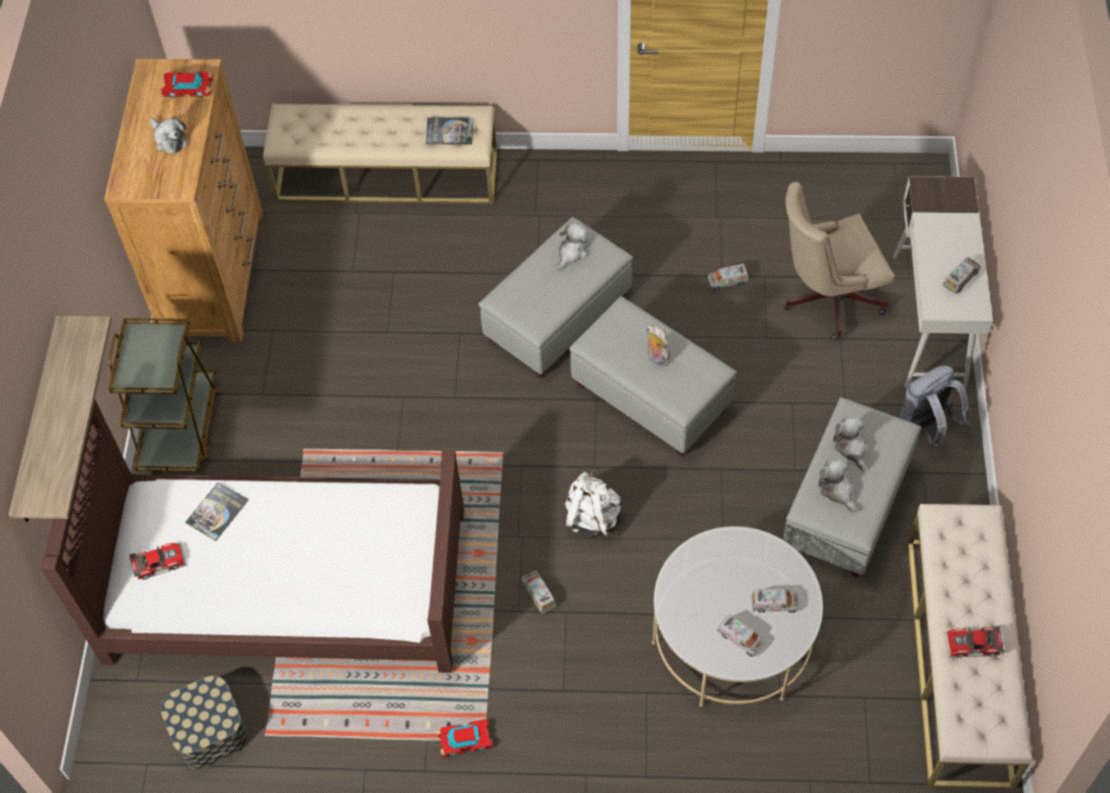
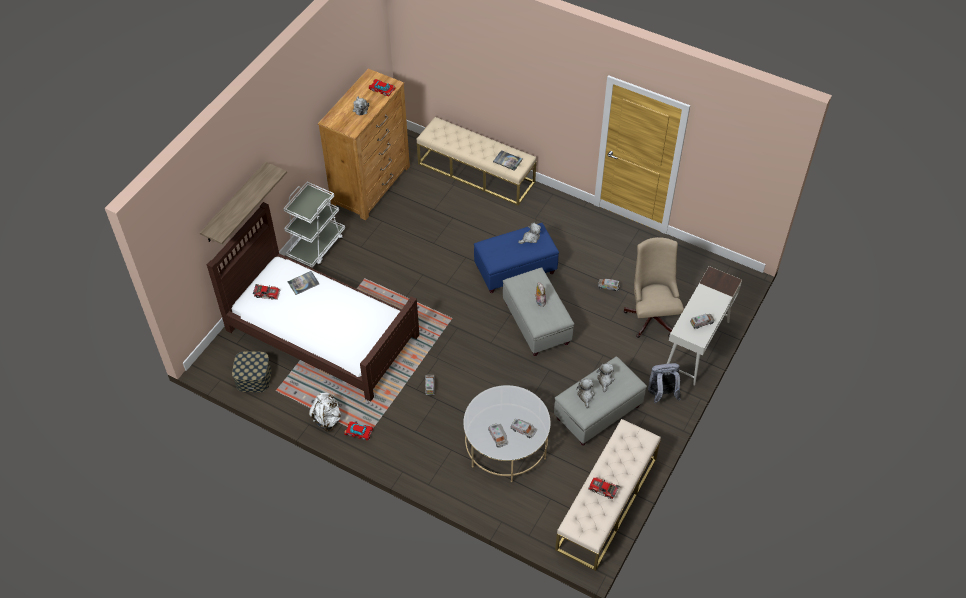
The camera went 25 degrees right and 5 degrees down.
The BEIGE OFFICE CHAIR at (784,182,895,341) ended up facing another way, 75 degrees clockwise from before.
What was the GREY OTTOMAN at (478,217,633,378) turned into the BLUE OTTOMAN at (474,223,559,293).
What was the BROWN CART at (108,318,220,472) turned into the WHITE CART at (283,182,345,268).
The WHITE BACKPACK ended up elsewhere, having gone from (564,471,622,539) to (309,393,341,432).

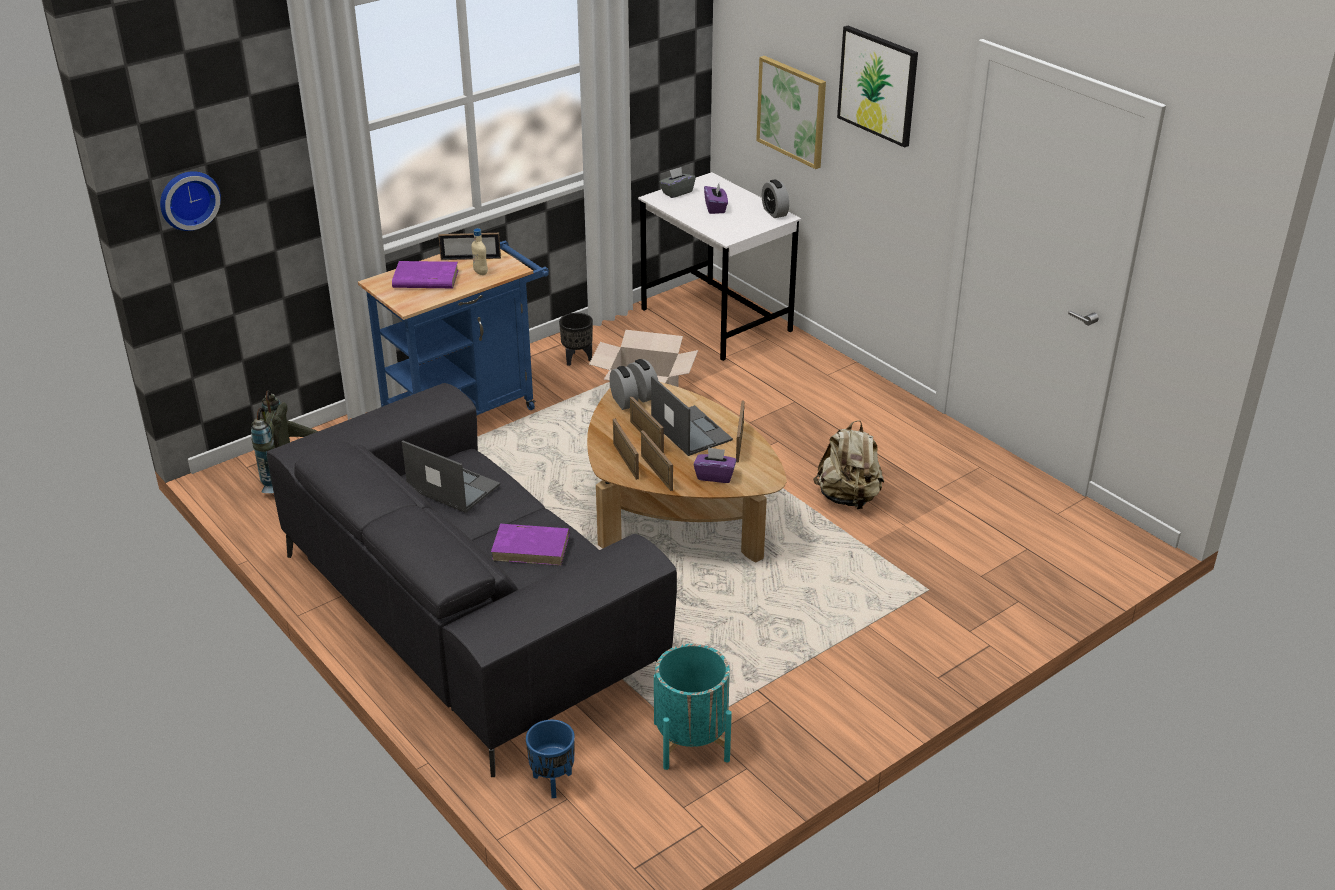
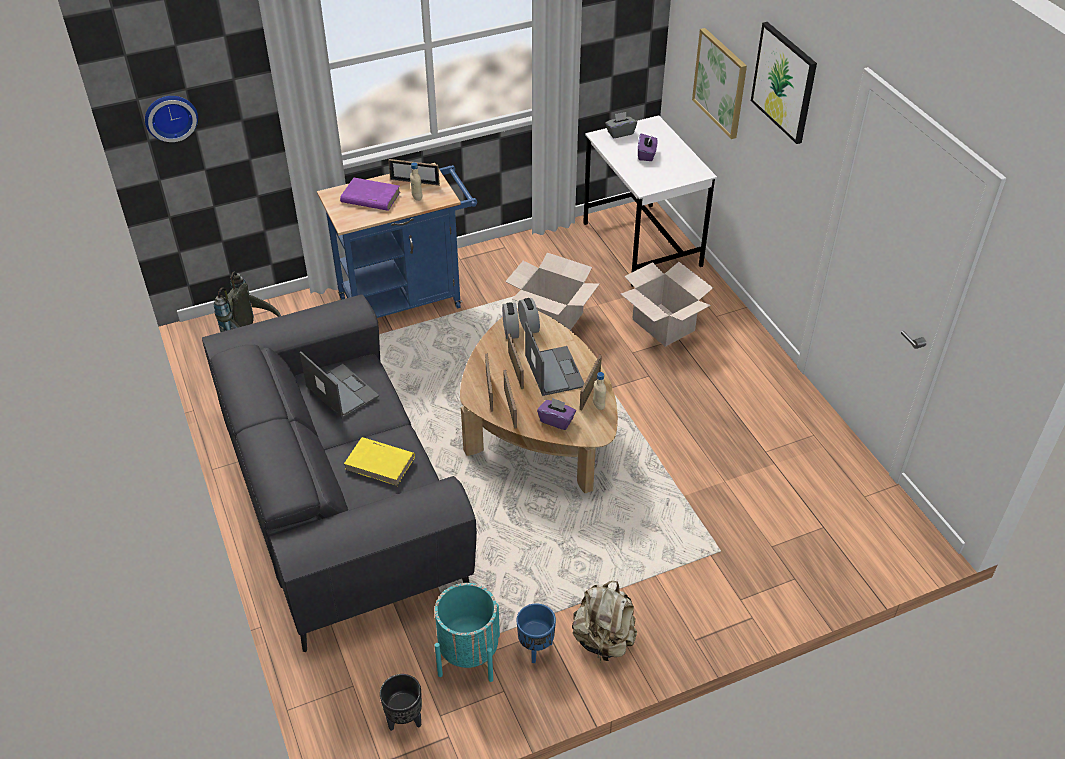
The camera went 15 degrees right and 10 degrees up.
The second view lost the ALARM CLOCK at (762,179,789,218).
The BLACK PLANTER ended up elsewhere, having gone from (559,313,593,366) to (380,674,422,731).
The BEIGE BACKPACK ended up elsewhere, having gone from (813,420,884,509) to (572,581,637,662).
What was the PURPLE BOOK at (491,524,570,566) turned into the YELLOW BOOK at (344,437,415,486).
The BLUE PLANTER ended up elsewhere, having gone from (526,720,575,798) to (517,603,556,663).
The second view gained the CARDBOARD BOX at (621,262,713,347).
The second view gained the BEIGE BOTTLE at (593,372,606,410).

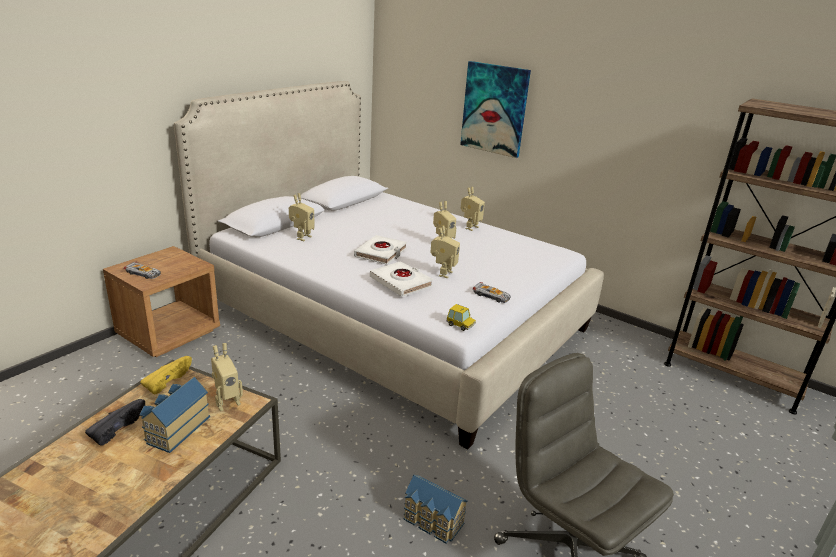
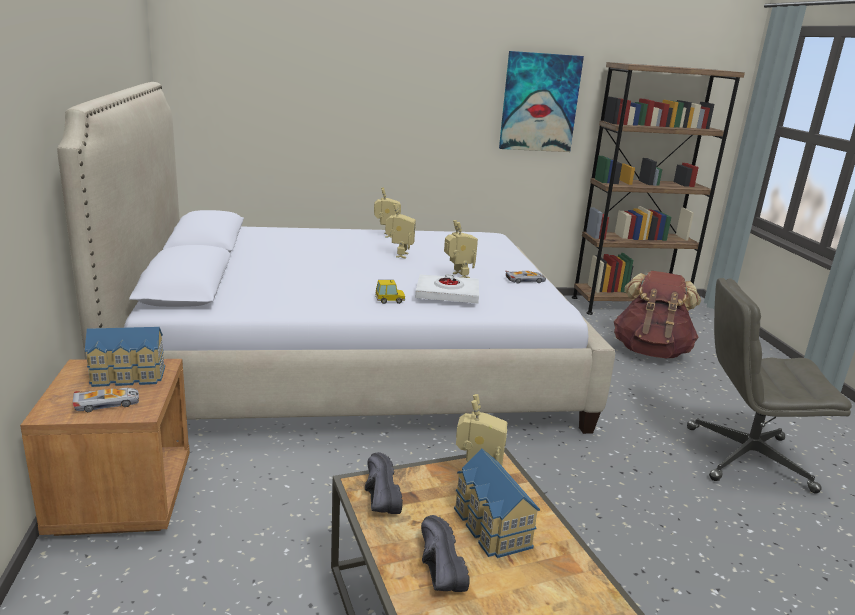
The camera went 45 degrees left and 5 degrees down.
The PICTURE ended up elsewhere, having gone from (460,61,531,158) to (499,51,584,152).
The second view lost the TOY ROBOT at (289,193,315,241).
The second view lost the WHITE BOOK at (354,235,407,265).
The TOY CAR ended up elsewhere, having gone from (446,304,476,331) to (375,280,405,304).
What was the YELLOW SHOE at (140,356,192,394) turned into the BLACK SHOE at (365,452,403,514).
The TOY HOUSE ended up elsewhere, having gone from (403,475,468,544) to (85,327,165,387).
The second view gained the BROWN BACKPACK at (614,271,701,358).

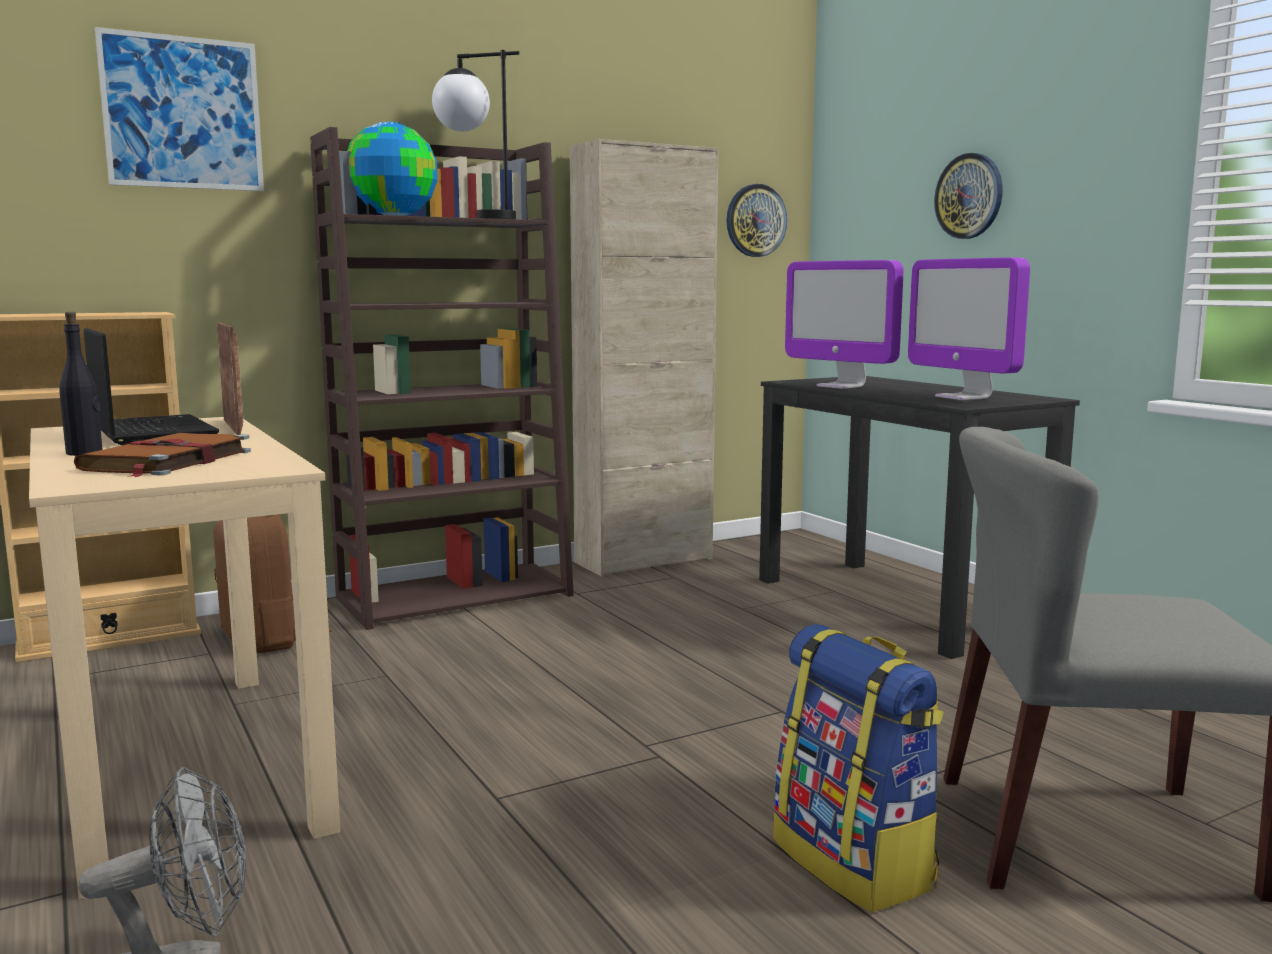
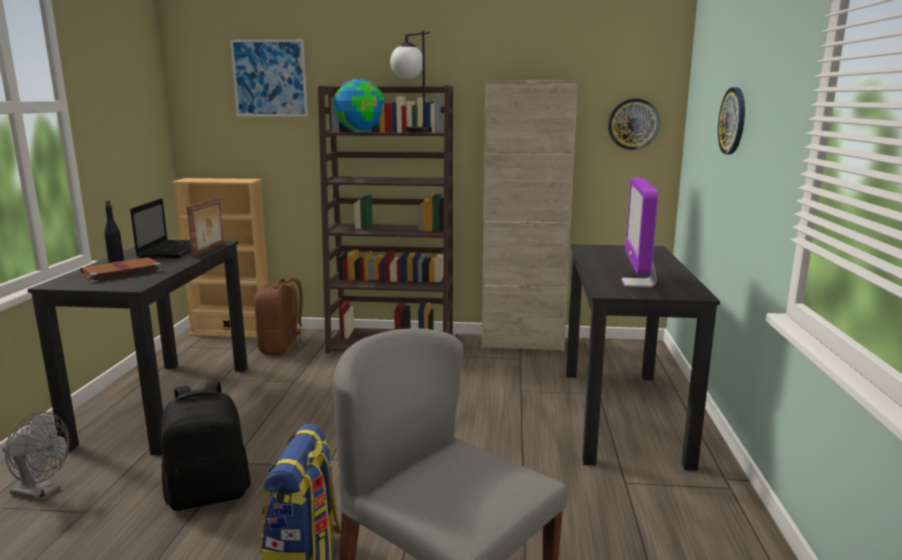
The camera went 35 degrees right and 5 degrees up.
The second view lost the MONITOR at (785,260,903,389).
What was the BEIGE DESK at (29,417,340,899) turned into the BLACK DESK at (28,241,248,455).
The second view gained the BLACK BACKPACK at (161,382,251,511).

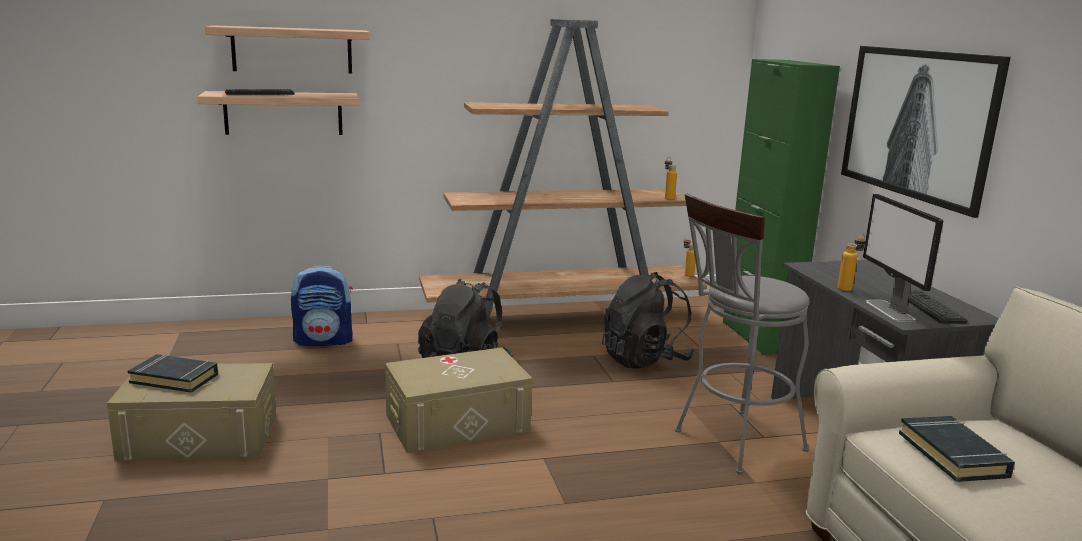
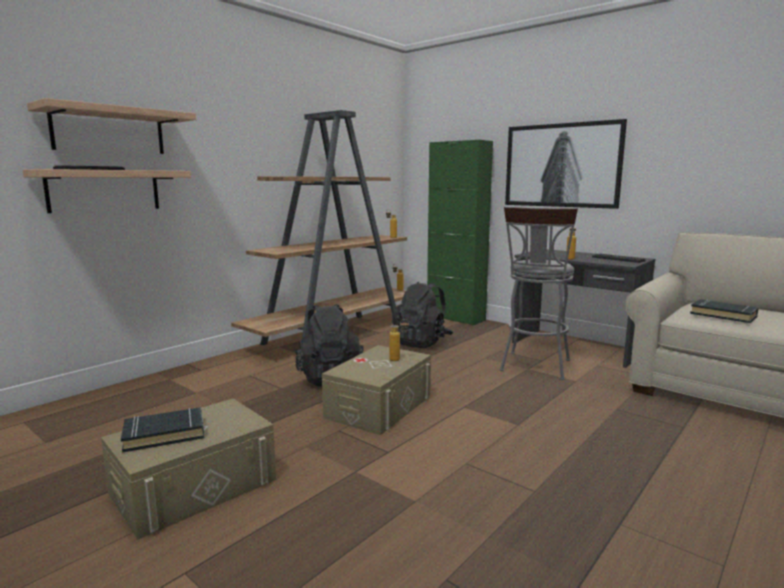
The camera went 35 degrees left and 5 degrees down.
The second view lost the MONITOR at (863,194,943,322).
The second view lost the BACKPACK at (291,266,353,346).
The second view gained the BOTTLE at (389,319,409,361).

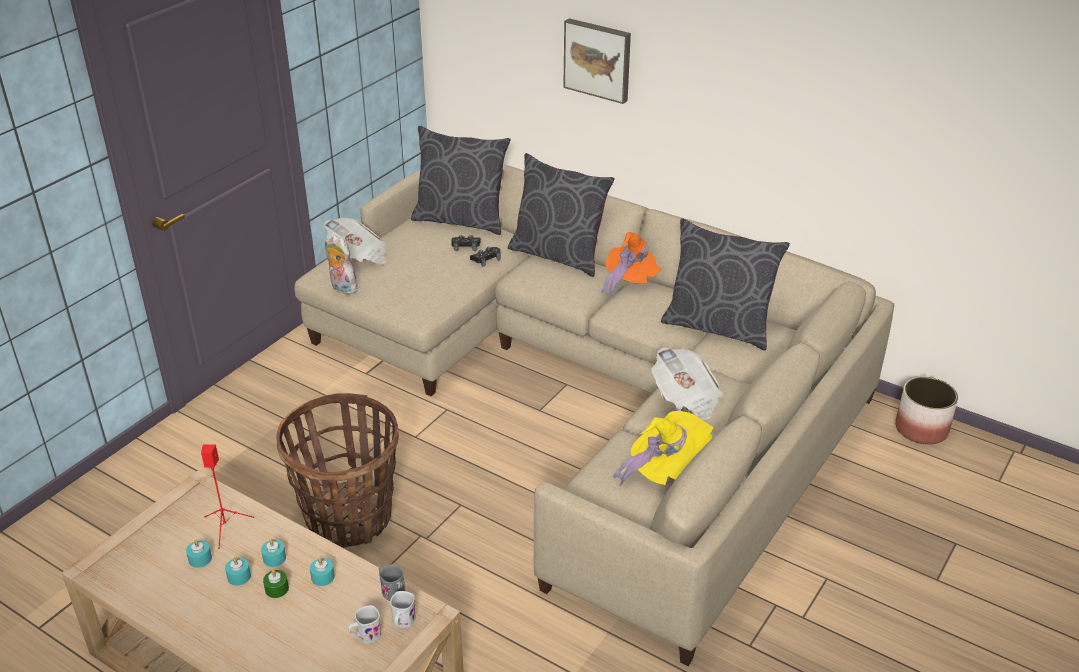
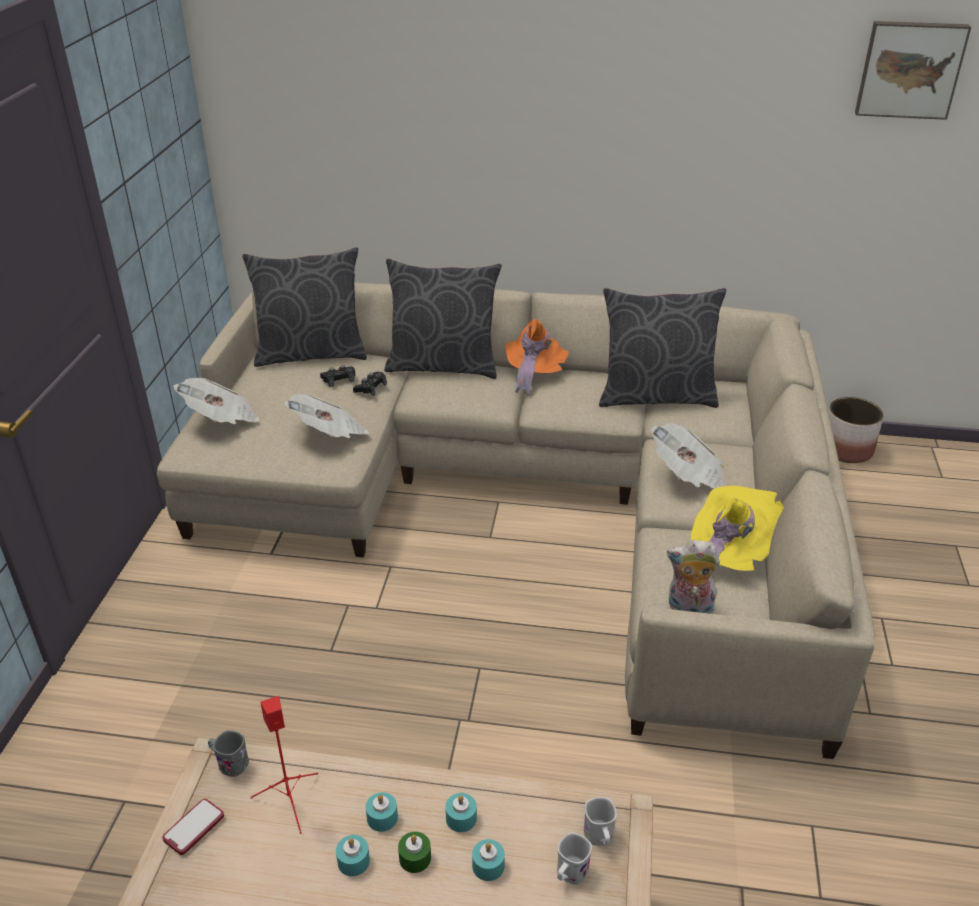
The camera went 25 degrees left and 0 degrees up.
The PICTURE ended up elsewhere, having gone from (563,18,631,104) to (855,21,971,120).
The PLUSH TOY ended up elsewhere, having gone from (325,235,360,295) to (667,540,720,614).
The second view lost the BASKET at (277,393,399,548).
The TURQUOISE CANDLE ended up elsewhere, having gone from (186,540,212,568) to (472,839,505,881).
The GREY MUG ended up elsewhere, having gone from (379,564,405,601) to (208,730,249,777).
The second view gained the NEWSPAPER at (284,394,369,438).
The second view gained the PHONE at (162,799,224,855).

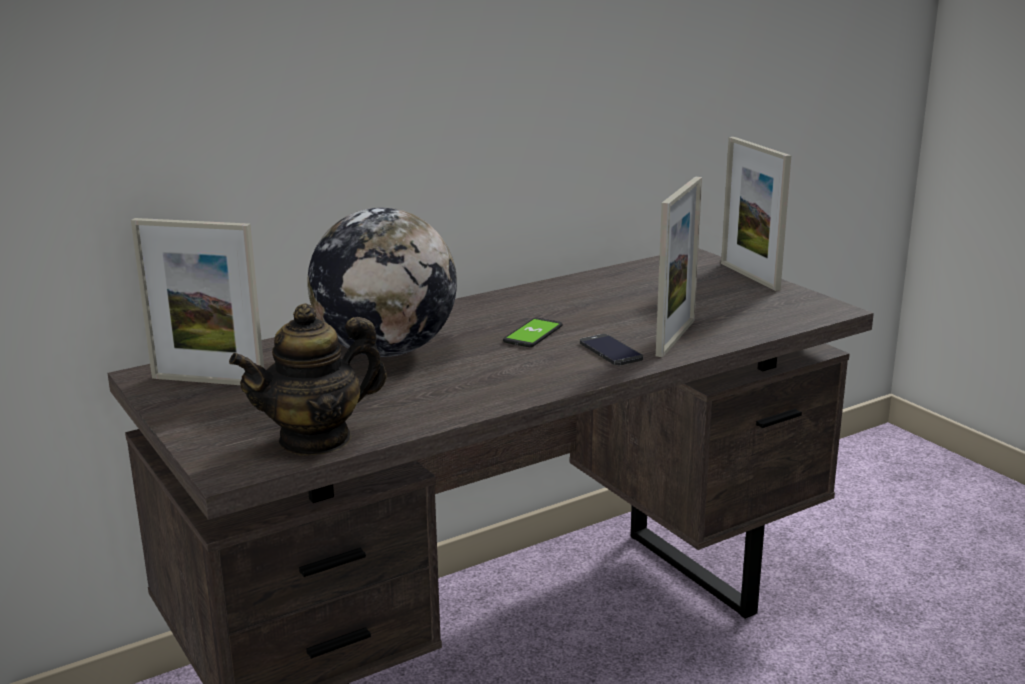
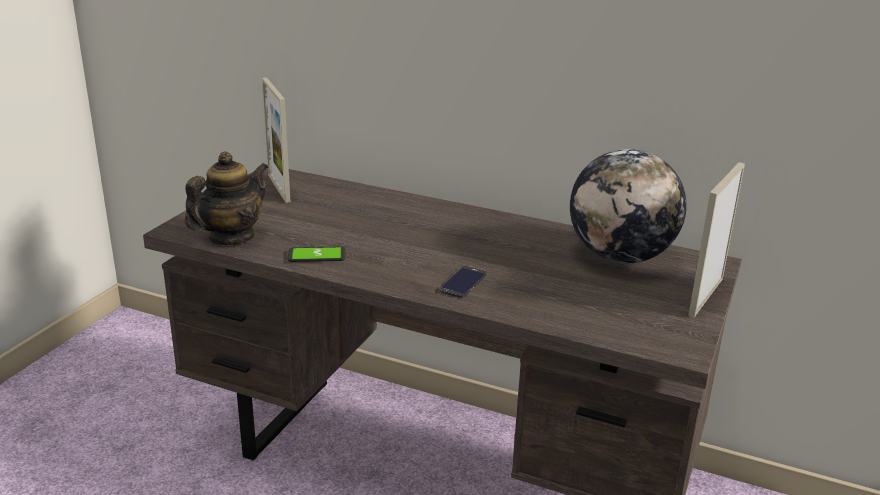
The camera went 55 degrees right and 5 degrees up.
The second view lost the PICTURE FRAME at (656,177,702,357).
The GLOBE ended up elsewhere, having gone from (307,208,457,357) to (570,149,686,263).
The TEAPOT at (229,303,387,456) ended up facing another way, 105 degrees clockwise from before.
The PHONE ended up elsewhere, having gone from (503,318,563,347) to (287,247,345,262).

